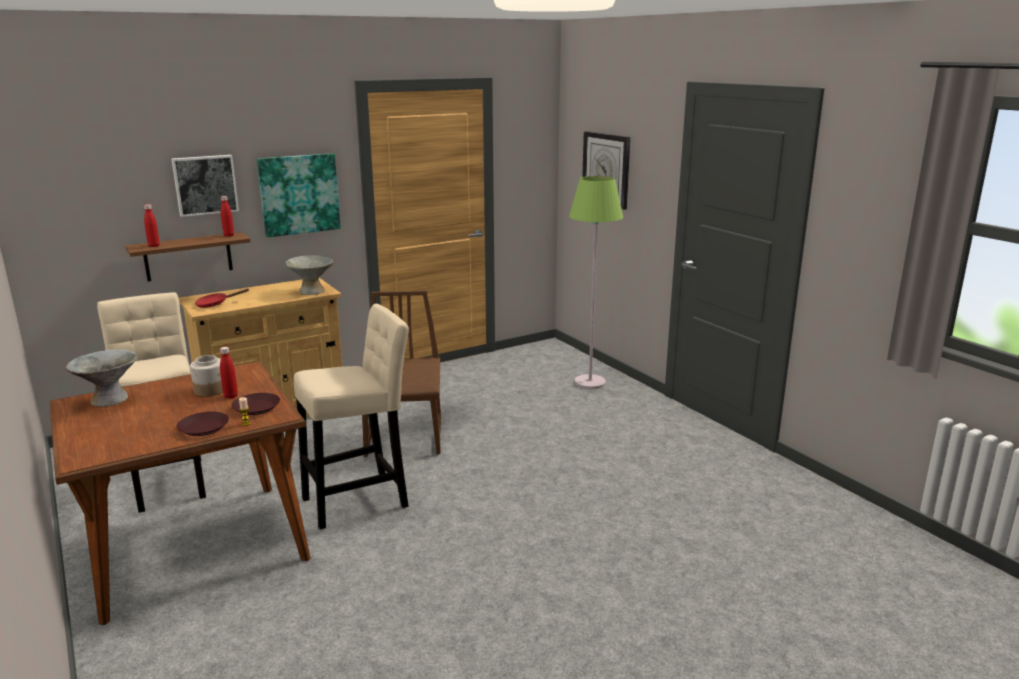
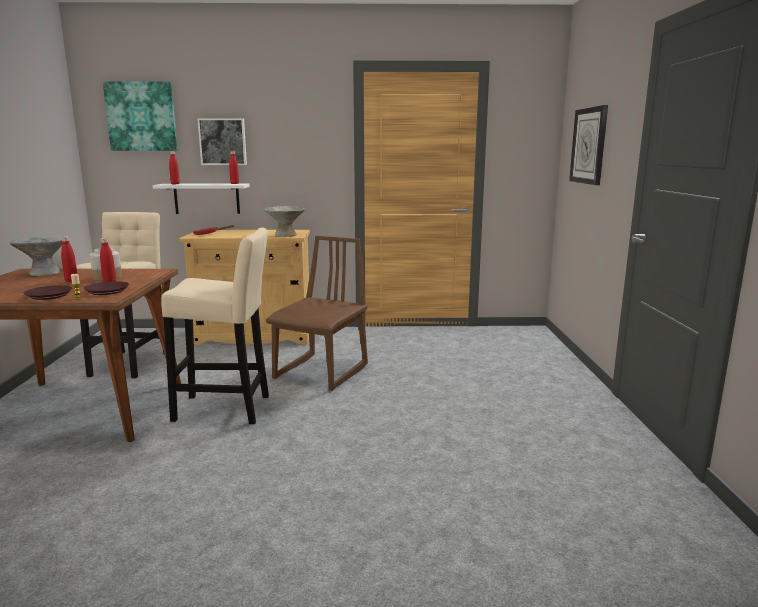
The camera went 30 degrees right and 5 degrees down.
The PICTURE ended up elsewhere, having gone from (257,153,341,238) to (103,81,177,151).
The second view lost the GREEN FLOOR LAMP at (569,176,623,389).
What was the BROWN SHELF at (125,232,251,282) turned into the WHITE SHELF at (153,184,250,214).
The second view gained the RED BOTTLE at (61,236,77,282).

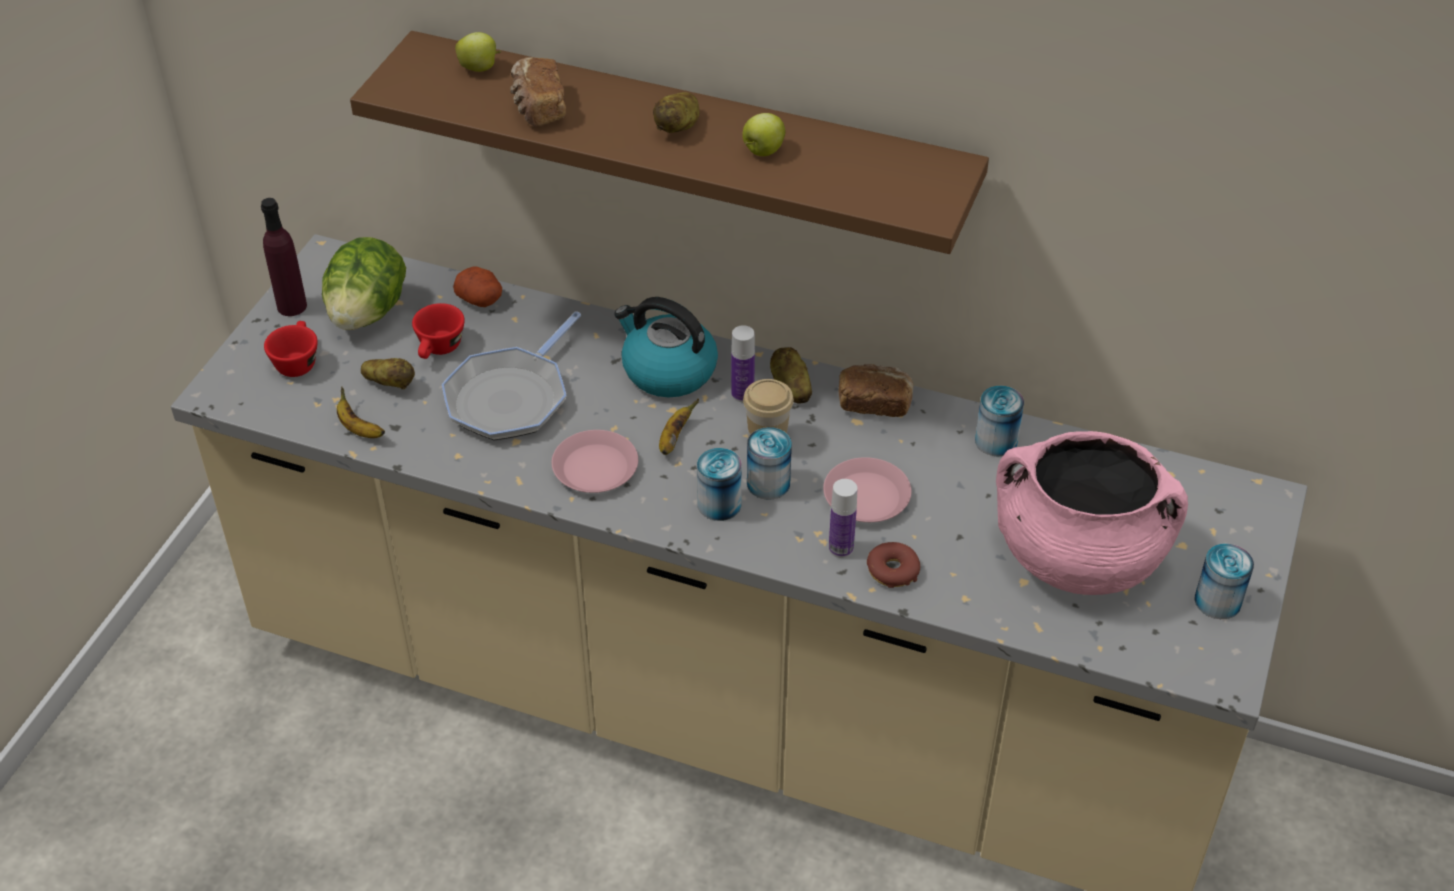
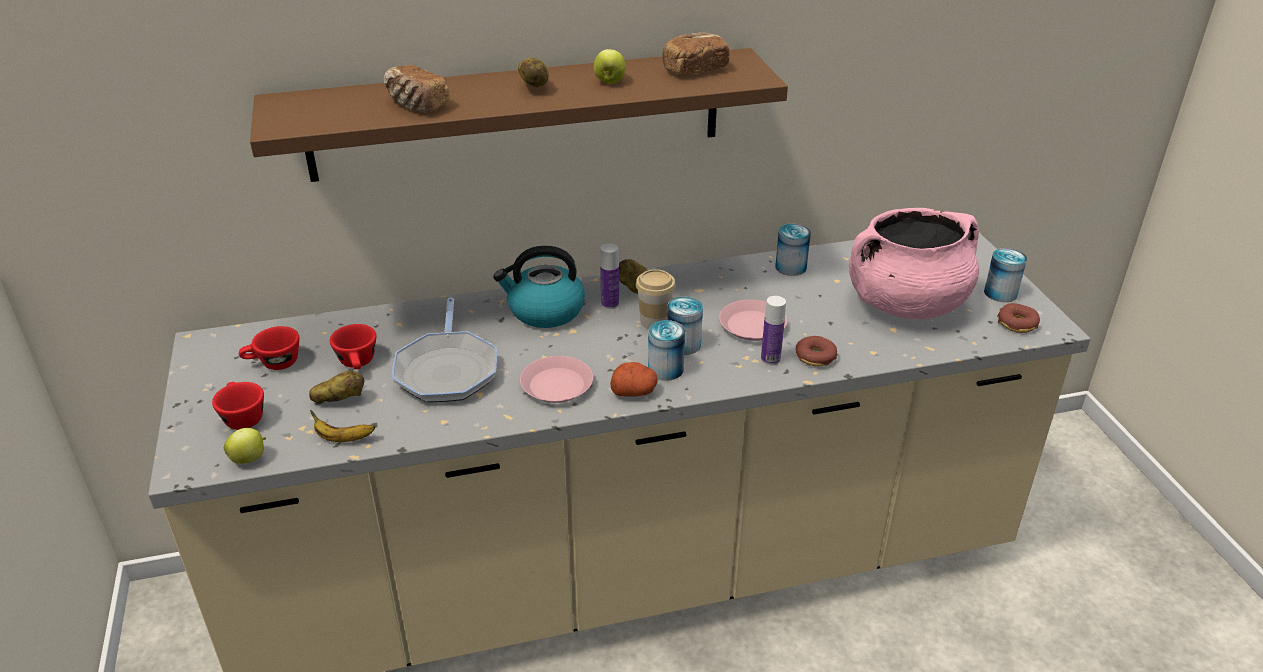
The camera went 35 degrees left and 10 degrees down.
The APPLE ended up elsewhere, having gone from (455,32,501,72) to (224,428,266,464).
The second view lost the PURPLE BOTTLE at (261,198,307,316).
Where the LETTUCE stood at (322,237,406,330), the RED CUP came to stand at (239,326,299,370).
The POTATO ended up elsewhere, having gone from (453,266,502,307) to (610,362,657,396).
The BREAD ended up elsewhere, having gone from (839,364,914,417) to (662,32,730,75).
The second view lost the BANANA at (659,398,699,455).
The second view gained the DONUT at (997,303,1040,333).

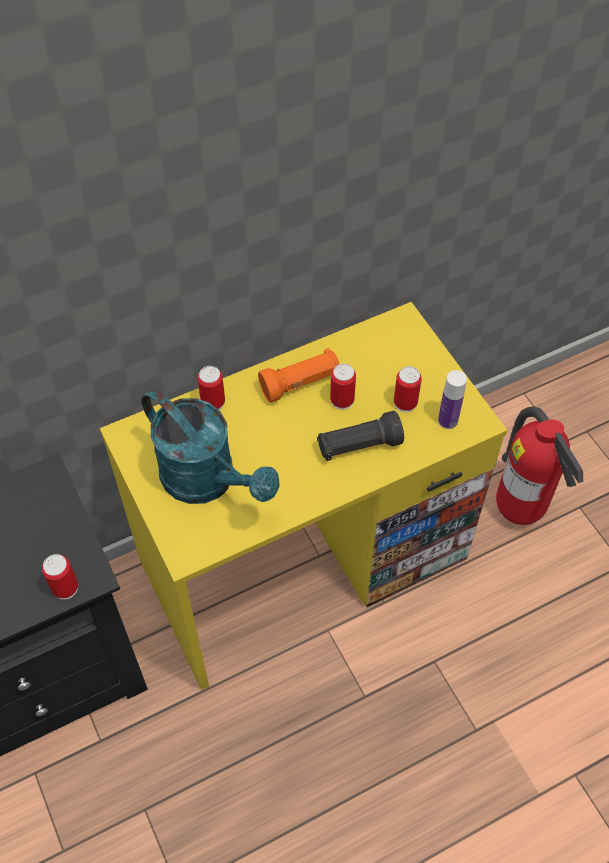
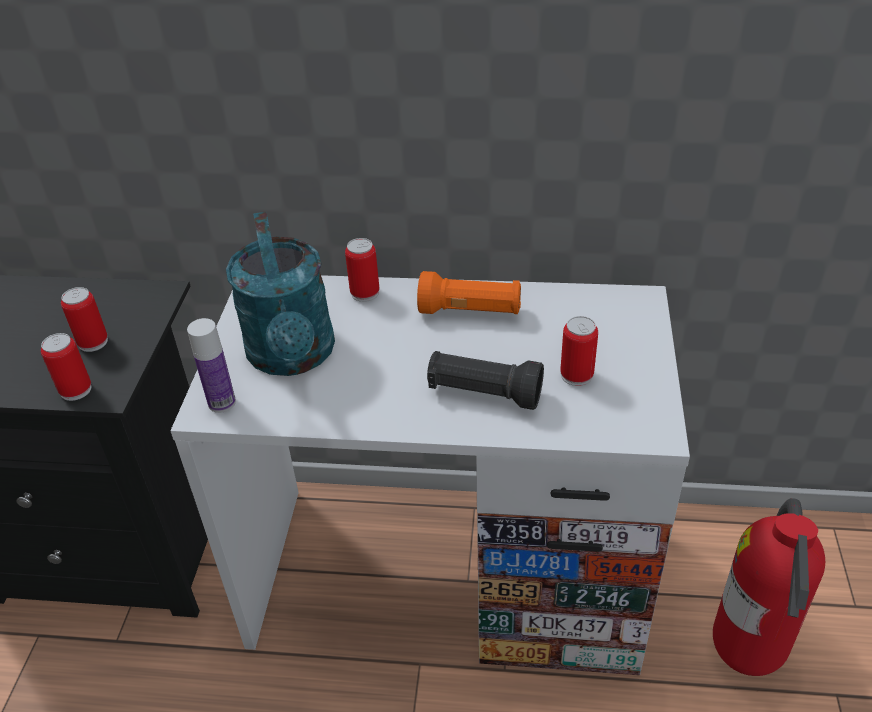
The camera went 35 degrees right and 15 degrees down.
What was the YELLOW DESK at (100,302,507,690) turned into the WHITE DESK at (170,275,690,675).
The CAN ended up elsewhere, having gone from (330,364,356,410) to (61,287,108,352).
The BOTTLE ended up elsewhere, having gone from (438,370,467,429) to (187,318,236,413).

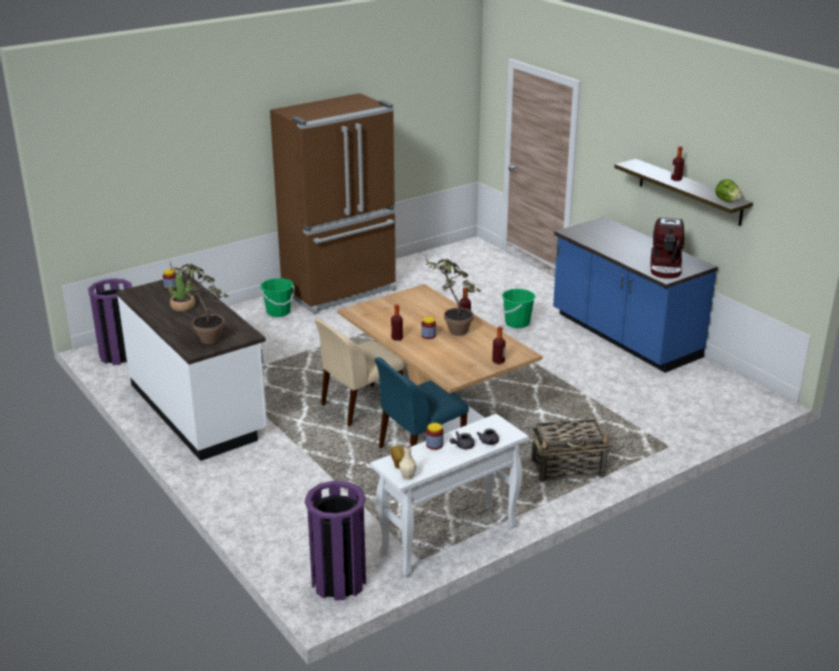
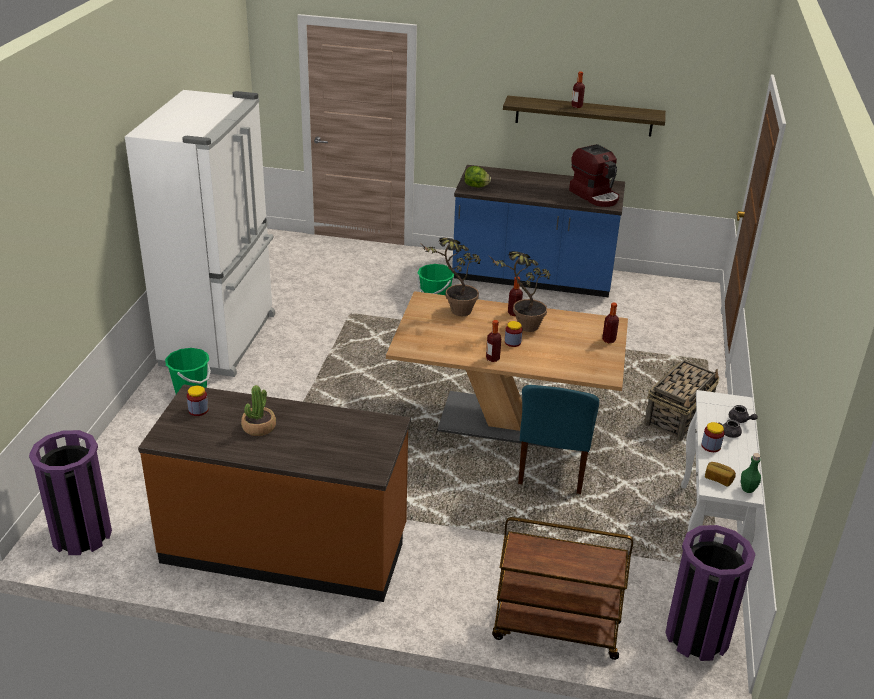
The camera went 45 degrees left and 5 degrees up.
What was the BROWN FRIDGE at (270,93,396,314) turned into the WHITE FRIDGE at (125,90,275,377).
The LETTUCE ended up elsewhere, having gone from (715,179,742,202) to (464,166,491,187).
The POTTED PLANT ended up elsewhere, having gone from (169,260,229,344) to (419,238,481,316).
What was the WHITE COUNTER at (117,273,267,461) turned into the BROWN COUNTER at (138,384,411,602).
The second view lost the BEIGE CHAIR at (315,318,404,426).
What was the BEIGE BOTTLE at (399,443,417,480) turned into the GREEN BOTTLE at (741,453,761,493).
The second view gained the BROWN CART at (492,517,633,660).

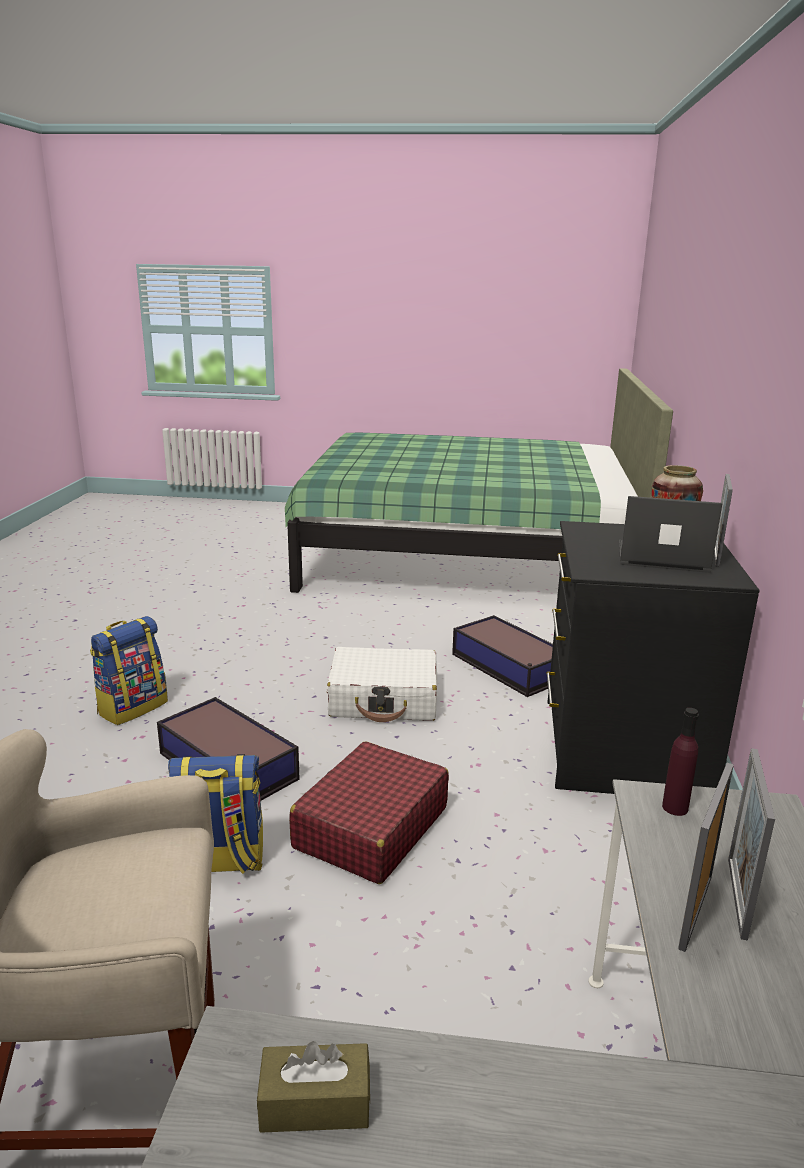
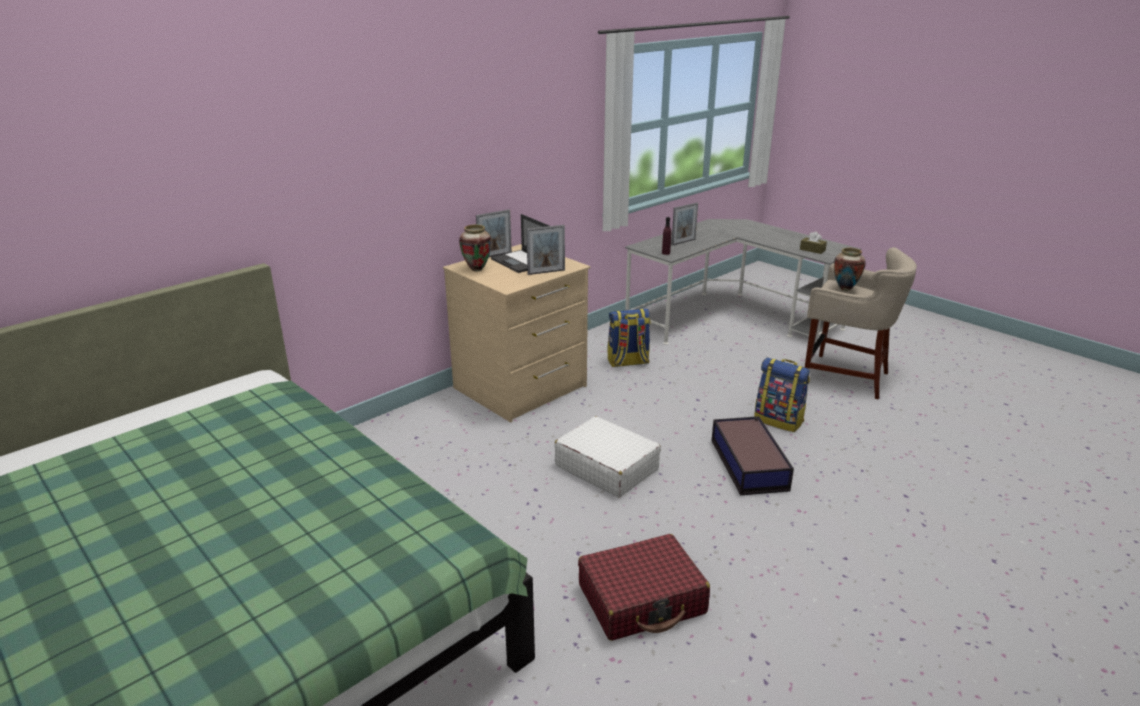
The camera went 140 degrees left and 5 degrees up.
What was the BLACK DRESSER at (546,521,760,794) turned into the BEIGE DRESSER at (443,244,590,422).
The second view lost the STORAGE BOX at (452,615,553,697).
The BACKPACK ended up elsewhere, having gone from (90,616,168,725) to (608,309,651,367).
The RED SUITCASE ended up elsewhere, having gone from (289,741,449,884) to (578,534,710,641).
The PICTURE FRAME ended up elsewhere, having gone from (678,763,734,952) to (526,225,565,275).
The second view gained the VASE at (834,248,866,291).

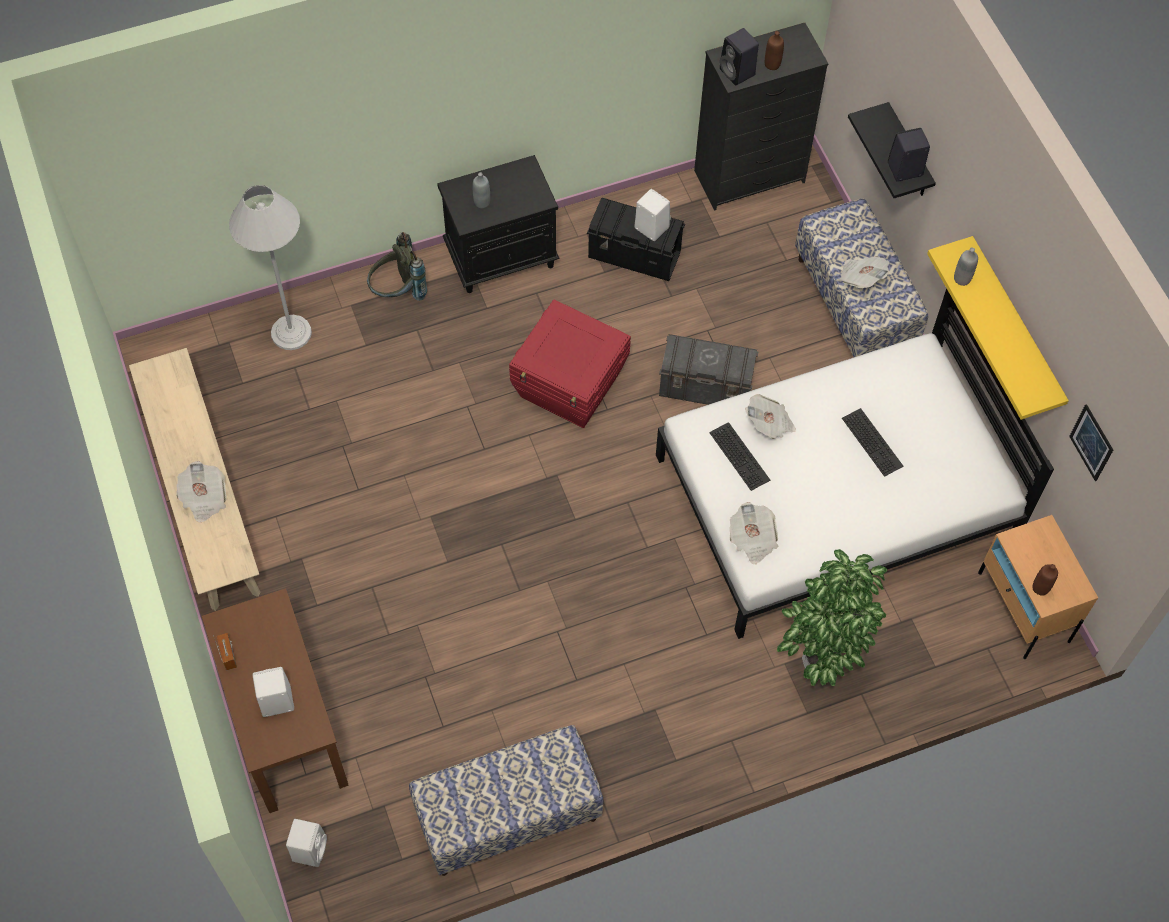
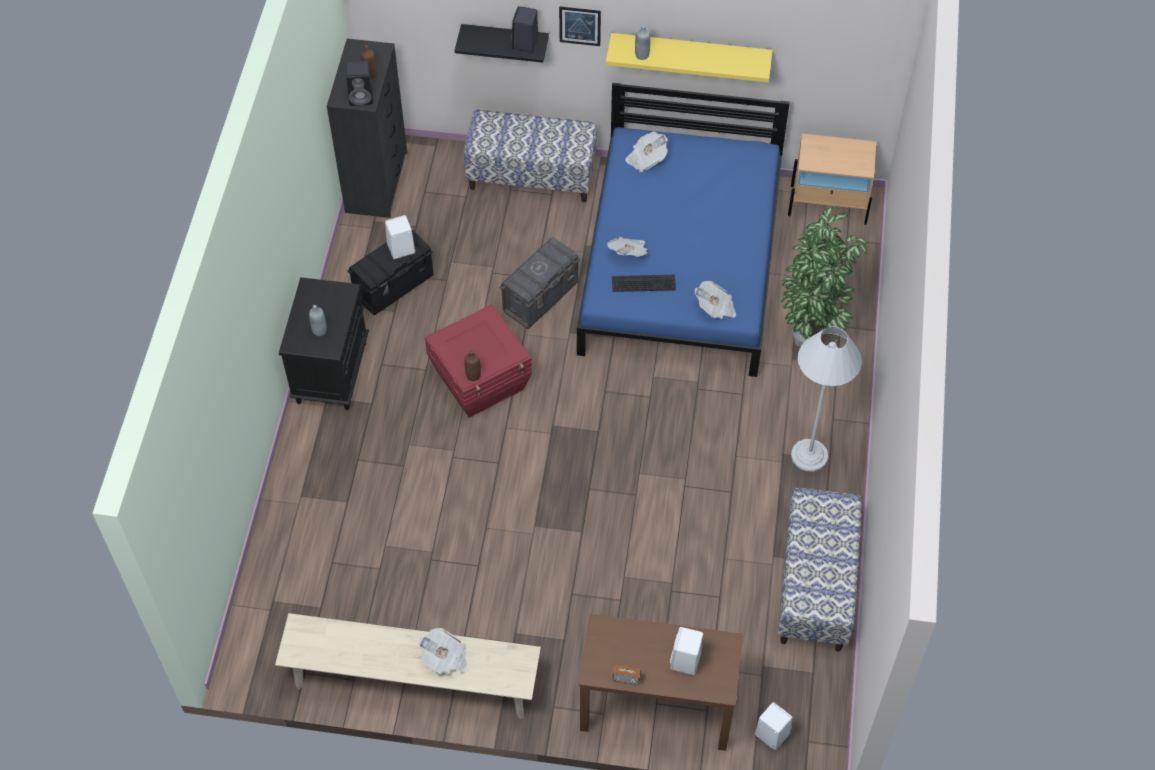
The camera went 60 degrees left and 5 degrees down.
The WHITE FLOOR LAMP ended up elsewhere, having gone from (229,185,312,350) to (791,326,862,472).
The second view lost the GREY BACKPACK at (367,232,427,301).
The NEWSPAPER ended up elsewhere, having gone from (839,256,889,288) to (626,131,668,172).
What was the WHITE BED at (656,288,1054,639) turned into the BLUE BED at (577,83,790,377).
The PICTURE ended up elsewhere, having gone from (1069,404,1113,481) to (559,6,601,46).
The second view lost the KEYBOARD at (842,408,904,477).
The BROWN BOTTLE ended up elsewhere, having gone from (1032,564,1058,596) to (465,351,481,381).

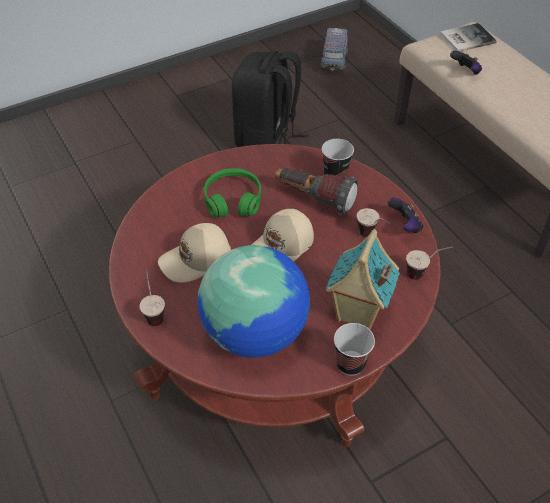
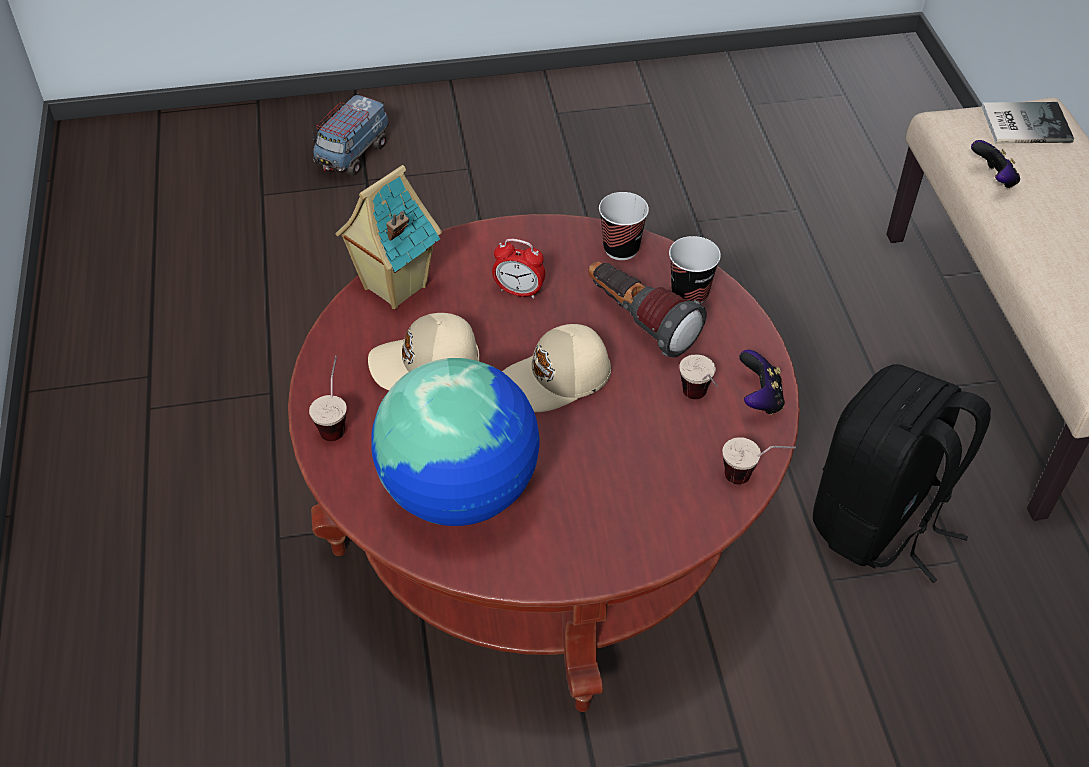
The camera went 20 degrees right and 0 degrees up.
The TOY TRUCK ended up elsewhere, having gone from (320,26,348,72) to (313,92,389,175).
The BLACK BACKPACK ended up elsewhere, having gone from (232,50,310,147) to (813,364,991,583).
Where the GREEN HEADPHONES stood at (204,168,261,218), the ALARM CLOCK came to stand at (492,238,545,299).
The TOY HOUSE ended up elsewhere, having gone from (325,229,400,329) to (335,165,442,309).
The CUP ended up elsewhere, having gone from (334,323,375,376) to (599,192,649,260).

